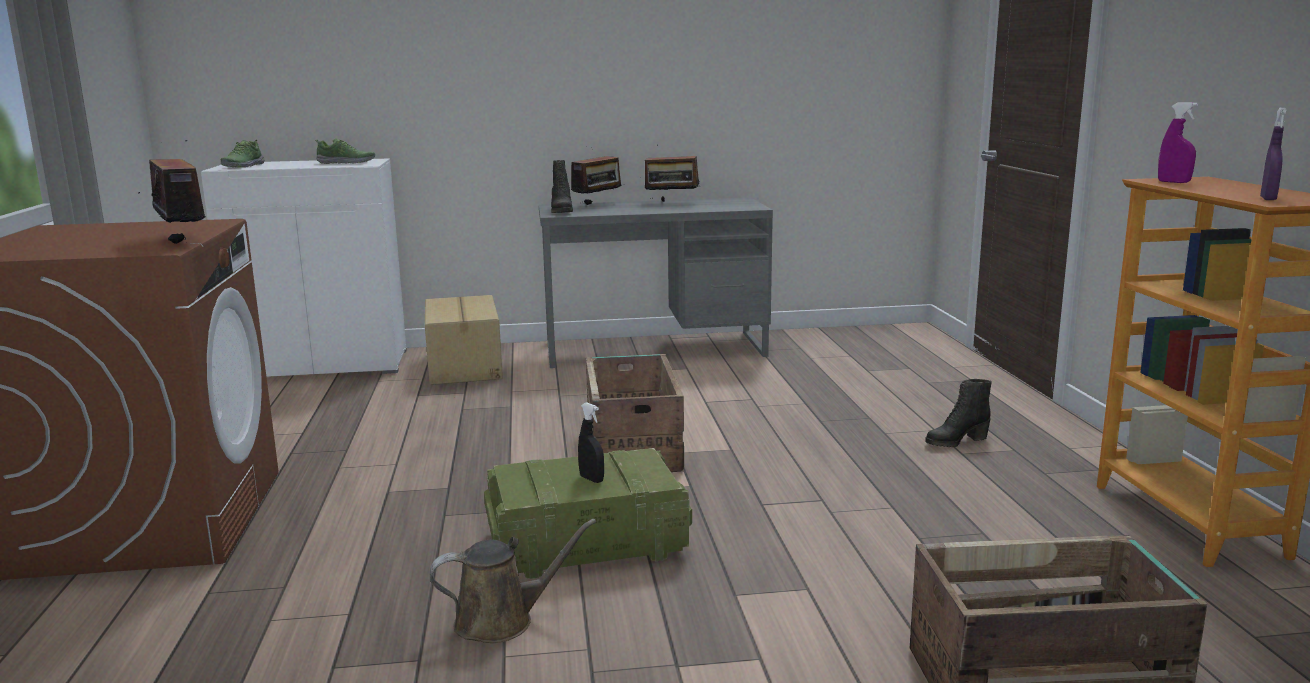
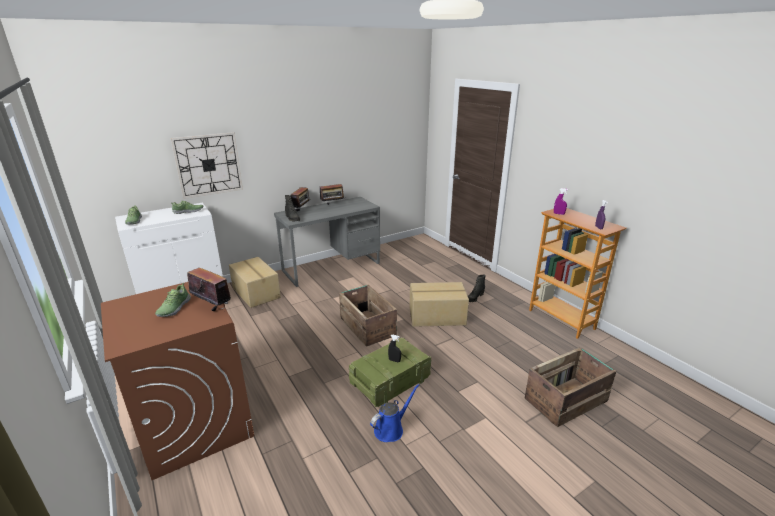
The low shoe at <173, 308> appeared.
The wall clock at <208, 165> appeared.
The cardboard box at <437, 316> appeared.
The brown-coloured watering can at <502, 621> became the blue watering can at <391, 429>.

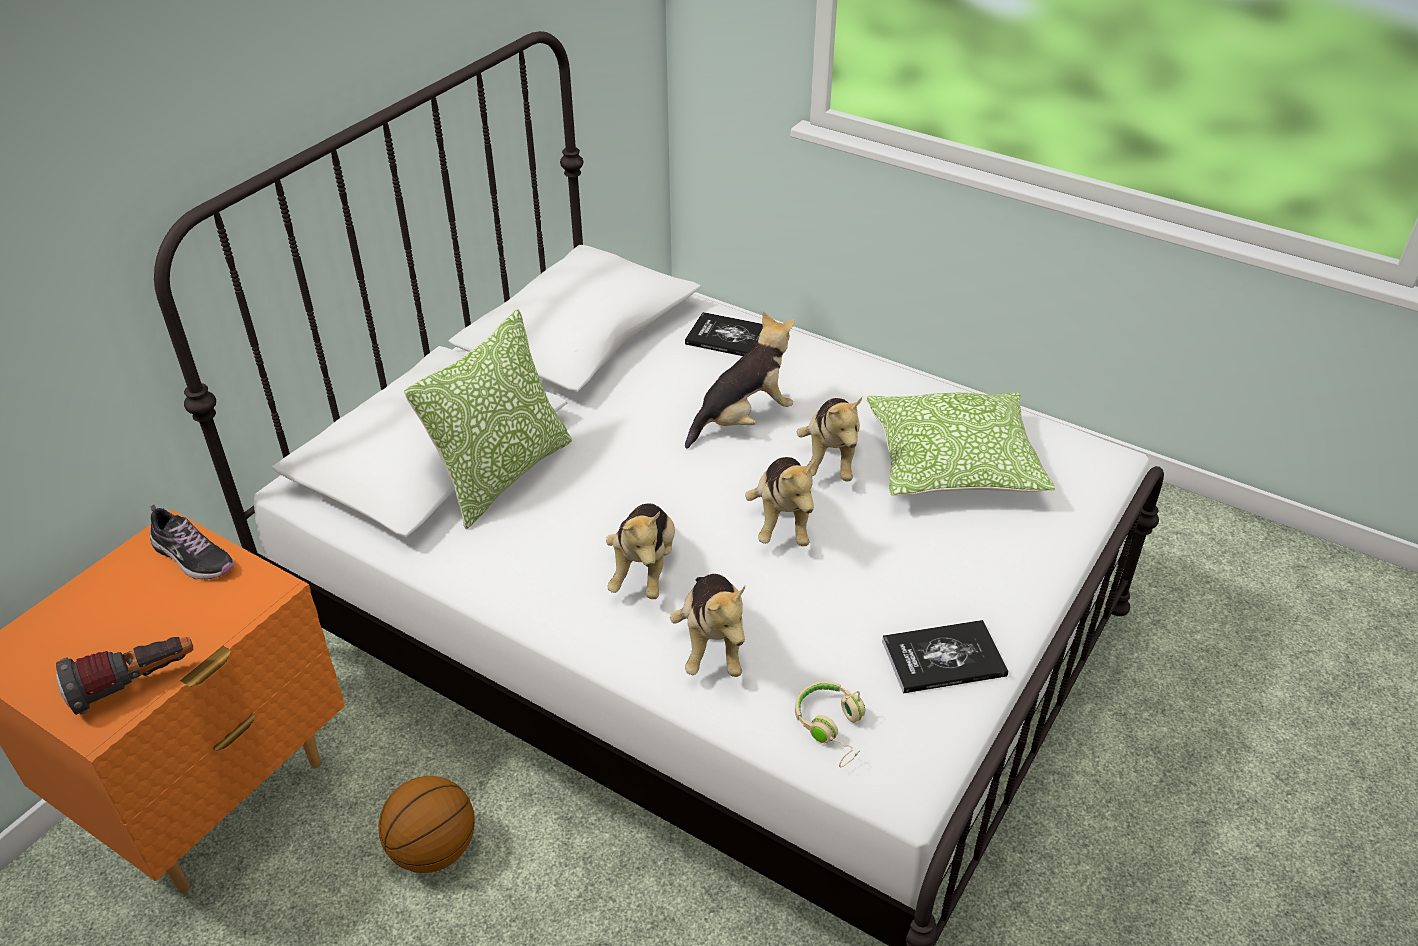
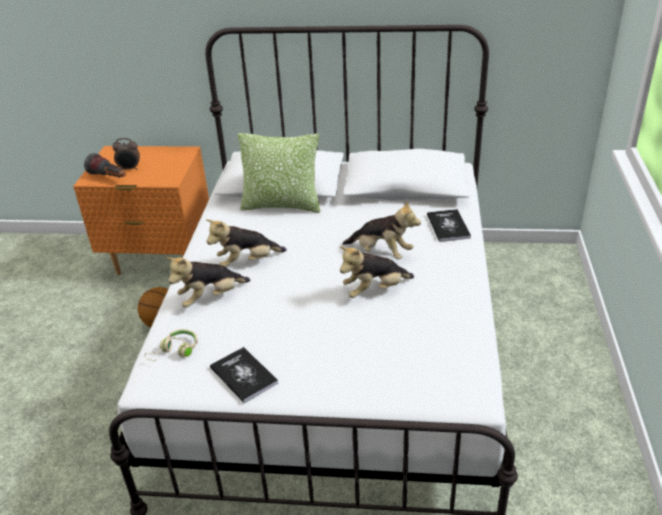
The low shoe at <193, 557> disappeared.
The soft toy at <782, 521> disappeared.
The pillow at <953, 464> disappeared.
The table clock at <129, 169> appeared.

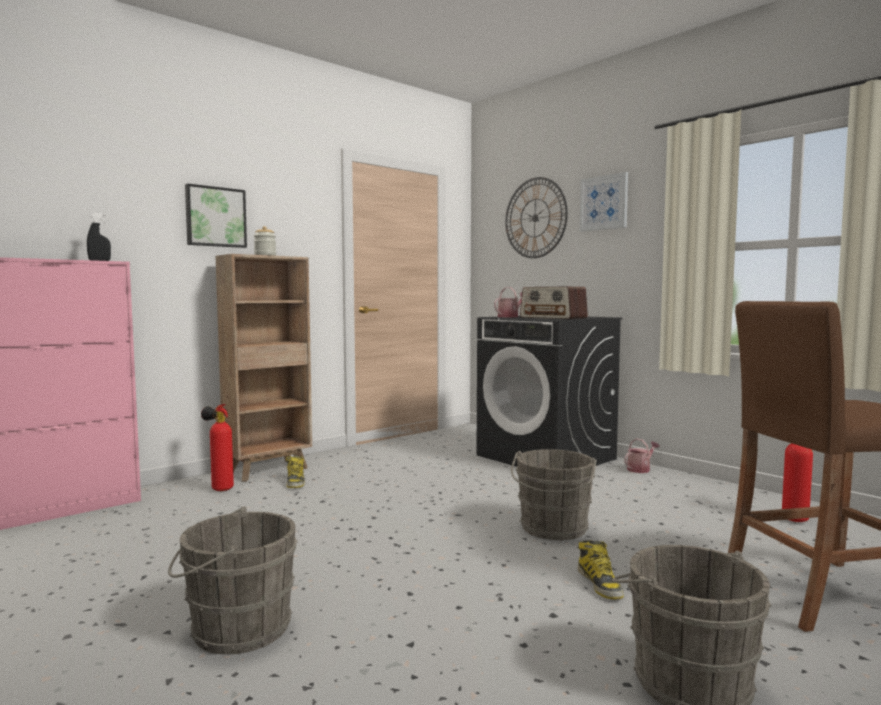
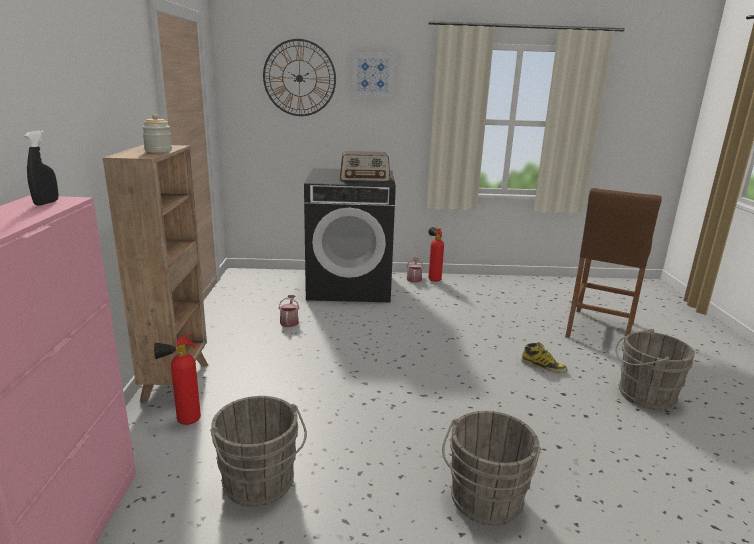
The wall art at <215, 217> disappeared.
The high-top boot at <295, 482> disappeared.
The watering can moved from <510, 317> to <289, 321>.
The grey bucket moved from <553, 529> to <260, 485>.
The fire-fighting cylinder moved from <795, 518> to <433, 279>.

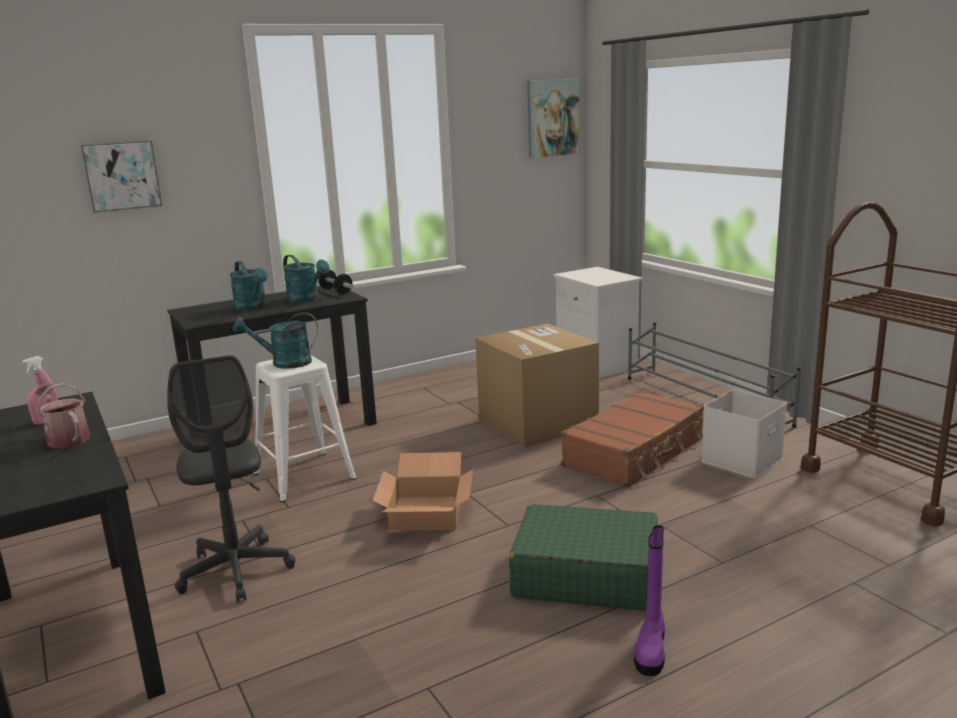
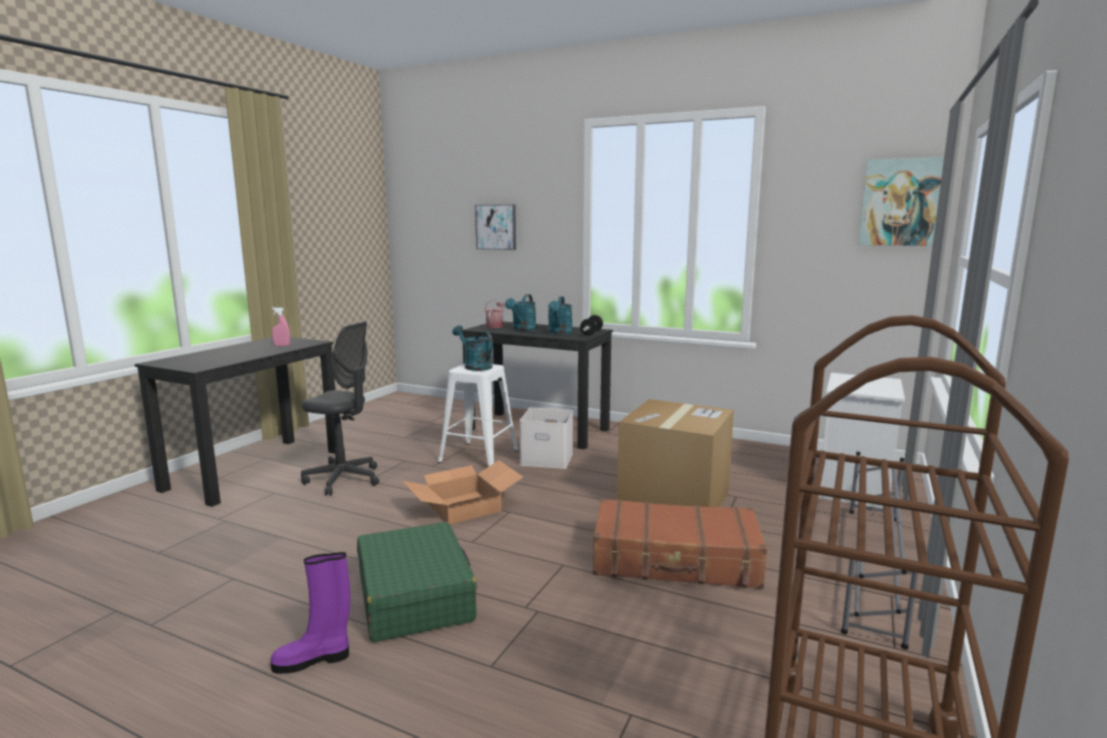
The watering can moved from <66, 438> to <495, 325>.
The white-coloured storage bin moved from <741, 458> to <548, 458>.
The grey desk chair at <236, 571> turned 105 degrees counterclockwise.

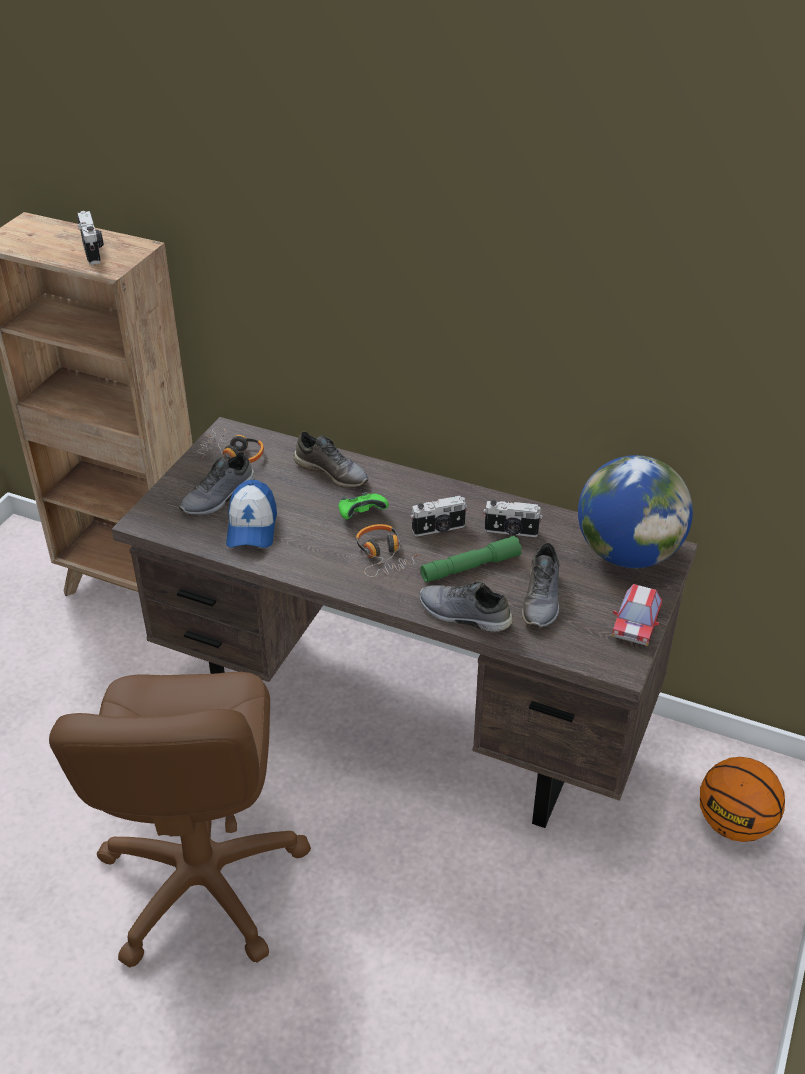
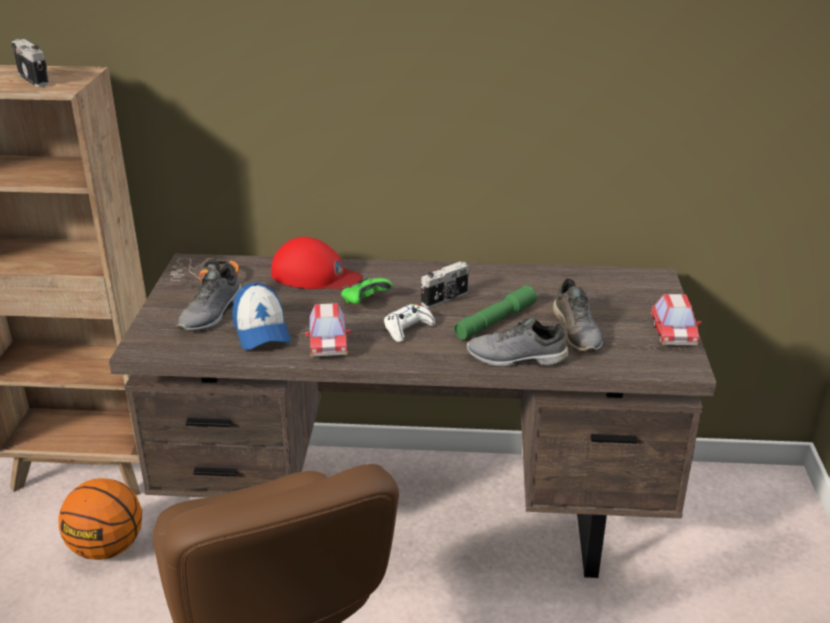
The still camera at <511, 532> disappeared.
The desk globe at <627, 554> disappeared.
The toy car at <328, 345> appeared.
The basketball moved from <734, 824> to <107, 548>.
The grey low shoe at <332, 472> was replaced by the reddish peaked cap at <315, 275>.
The headphones at <383, 556> was replaced by the white-coloured game controller at <407, 328>.

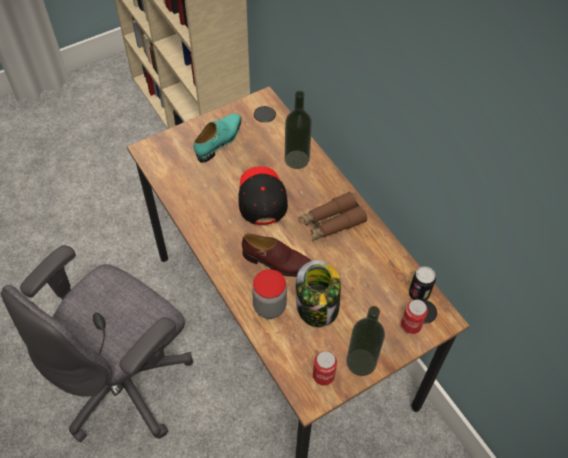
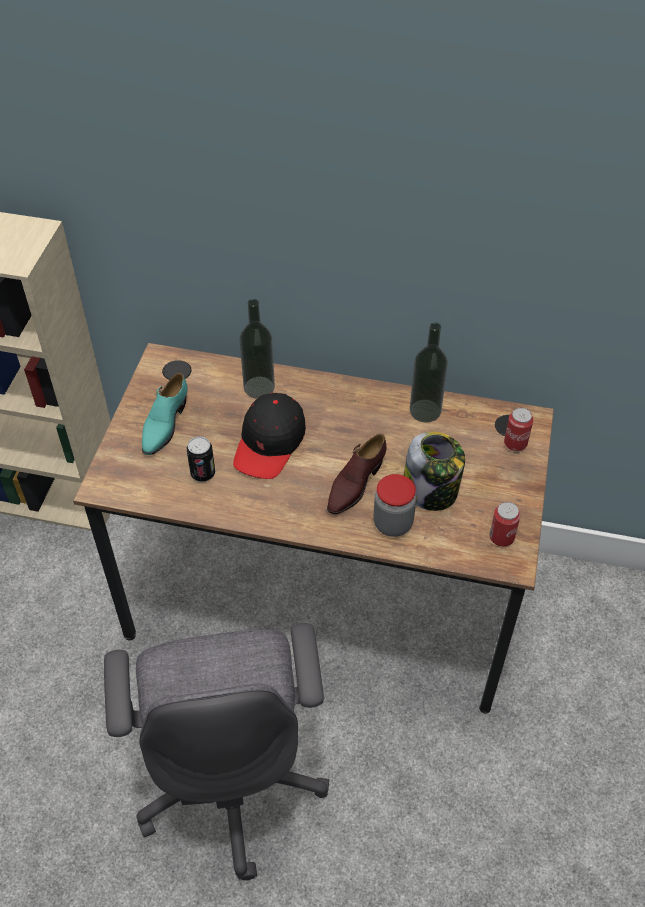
The brown-coloured binoculars at <331, 222> disappeared.
The beverage bottle moved from <361, 362> to <425, 410>.
The sealed can moved from <418, 294> to <203, 473>.
The turquoise-coloured low shoe at <219, 140> turned 150 degrees counterclockwise.
The black-coloured peaked cap at <261, 198> turned 105 degrees counterclockwise.
The brown-coloured low shoe at <278, 263> turned 150 degrees clockwise.

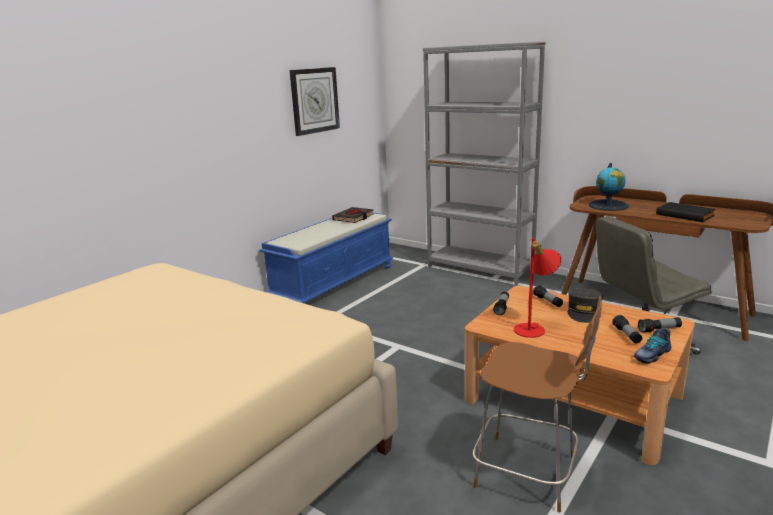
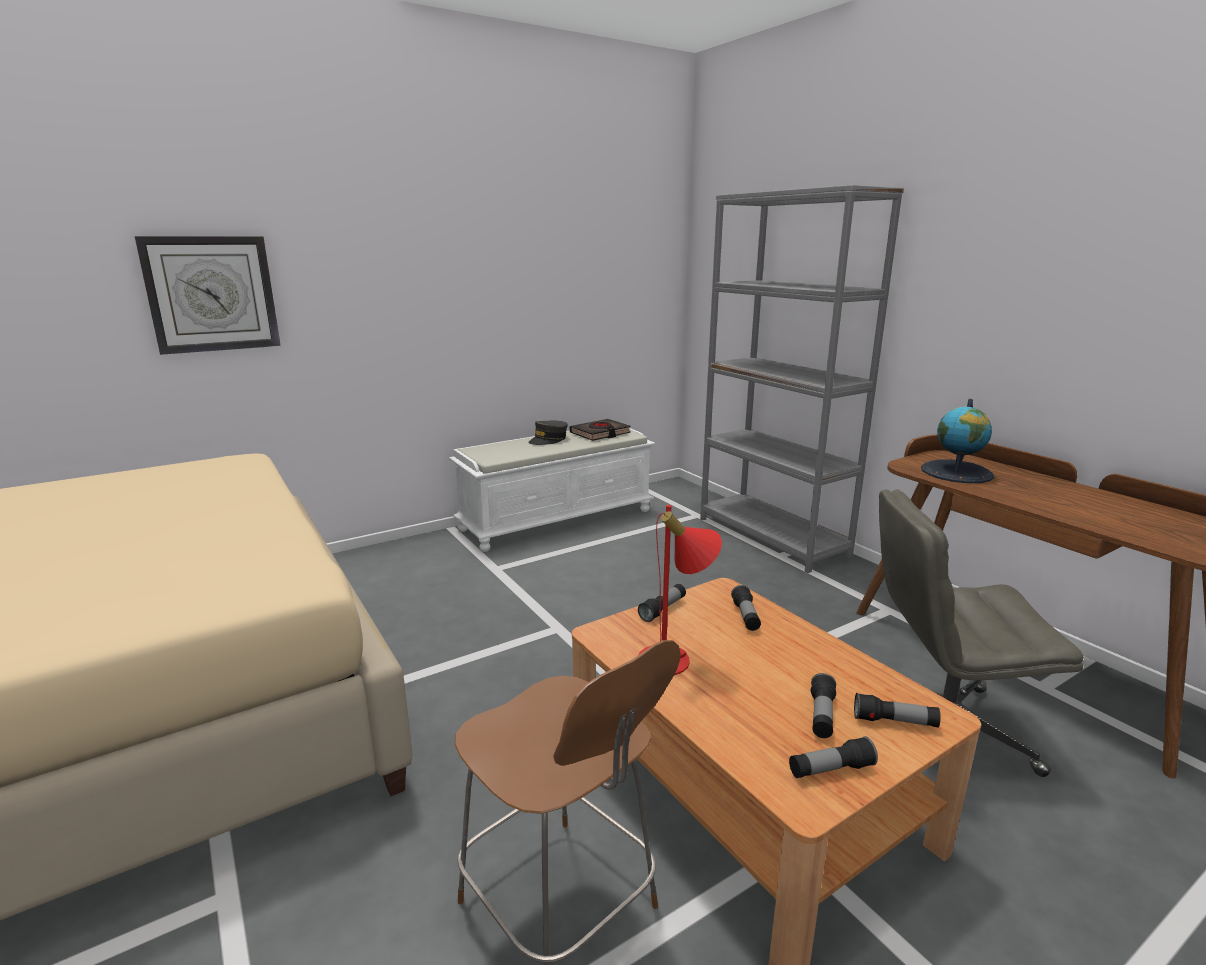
The black-coloured volume at <686, 215> disappeared.
The wall clock moved from <314, 100> to <211, 294>.
The grey peaked cap moved from <584, 312> to <548, 440>.
The low shoe at <651, 354> was replaced by the torch at <830, 769>.
The blue indoor bench at <334, 283> became the white-coloured indoor bench at <557, 519>.

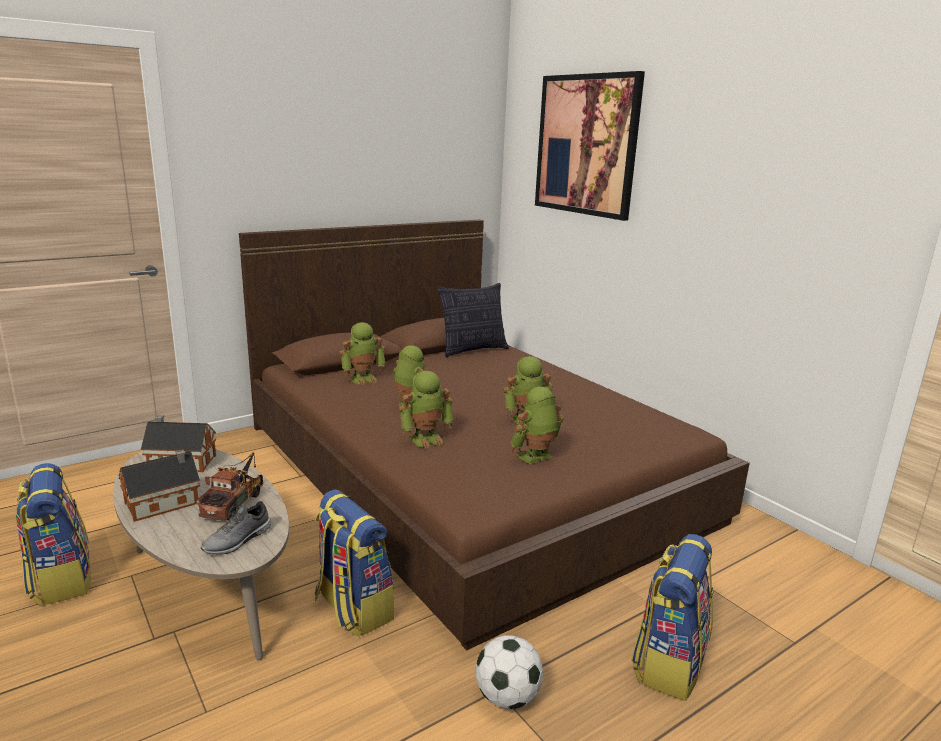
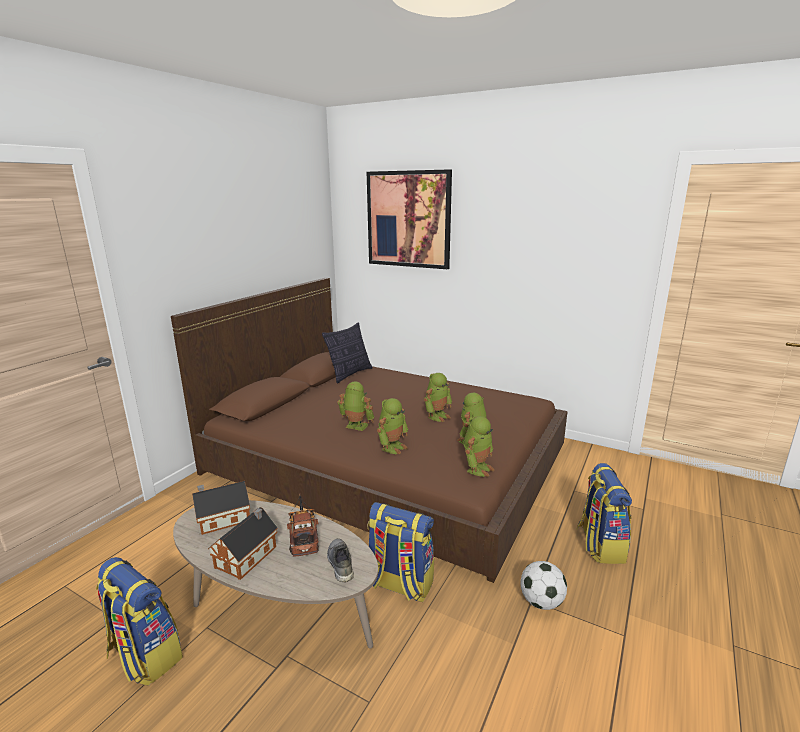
The toy robot moved from <363, 378> to <477, 468>.
The grey low shoe at <238, 540> turned 150 degrees clockwise.

